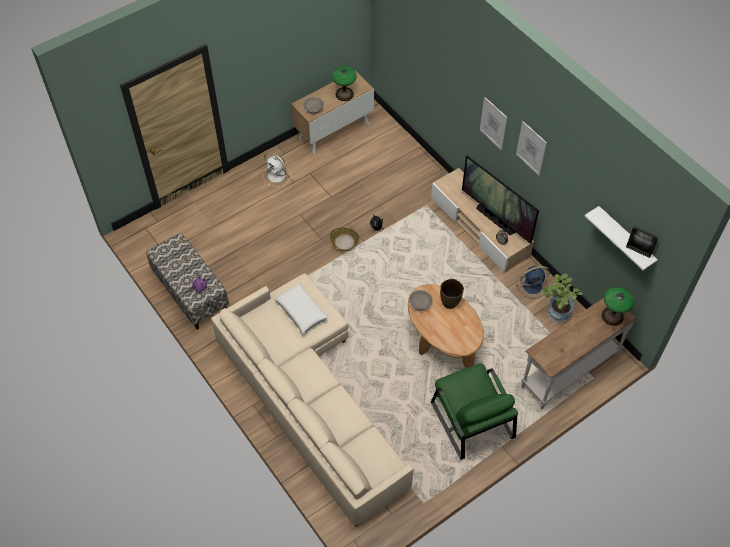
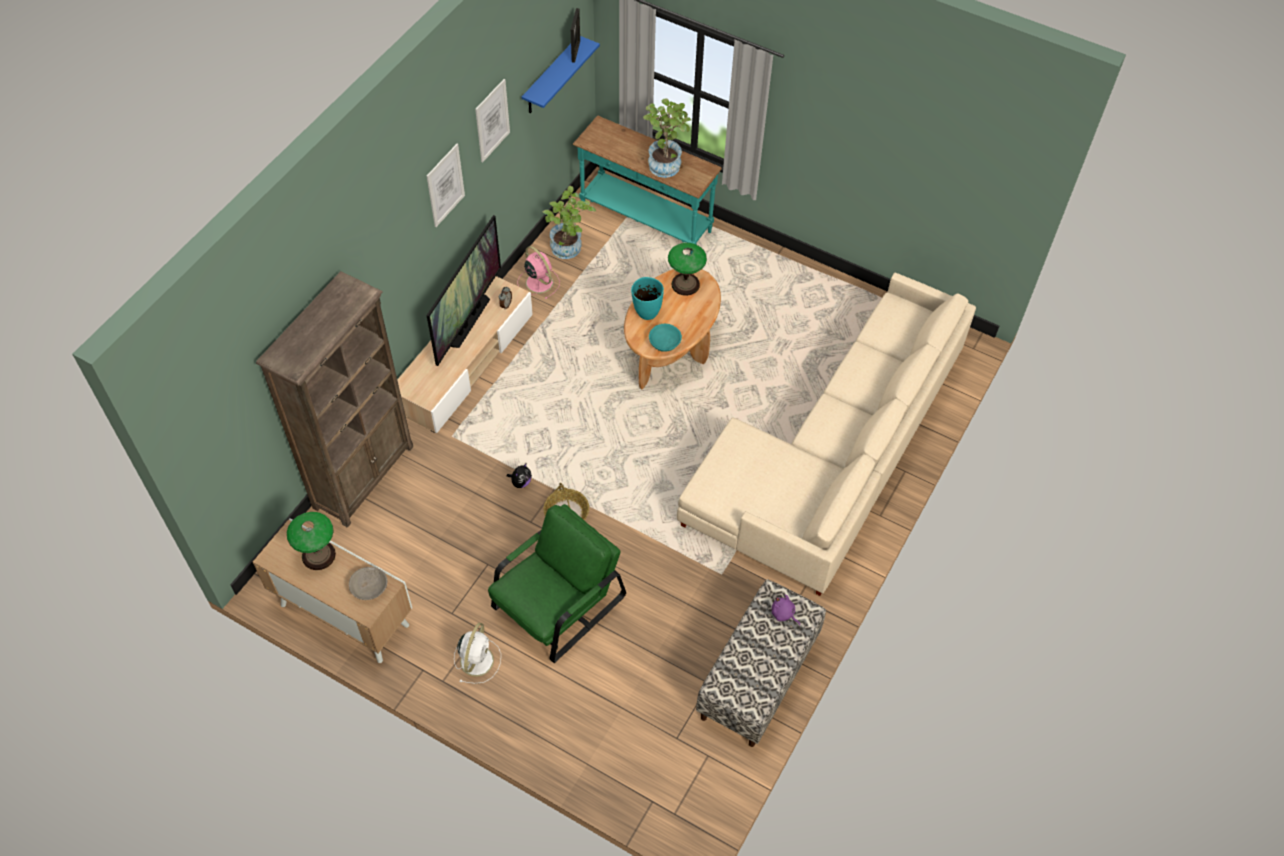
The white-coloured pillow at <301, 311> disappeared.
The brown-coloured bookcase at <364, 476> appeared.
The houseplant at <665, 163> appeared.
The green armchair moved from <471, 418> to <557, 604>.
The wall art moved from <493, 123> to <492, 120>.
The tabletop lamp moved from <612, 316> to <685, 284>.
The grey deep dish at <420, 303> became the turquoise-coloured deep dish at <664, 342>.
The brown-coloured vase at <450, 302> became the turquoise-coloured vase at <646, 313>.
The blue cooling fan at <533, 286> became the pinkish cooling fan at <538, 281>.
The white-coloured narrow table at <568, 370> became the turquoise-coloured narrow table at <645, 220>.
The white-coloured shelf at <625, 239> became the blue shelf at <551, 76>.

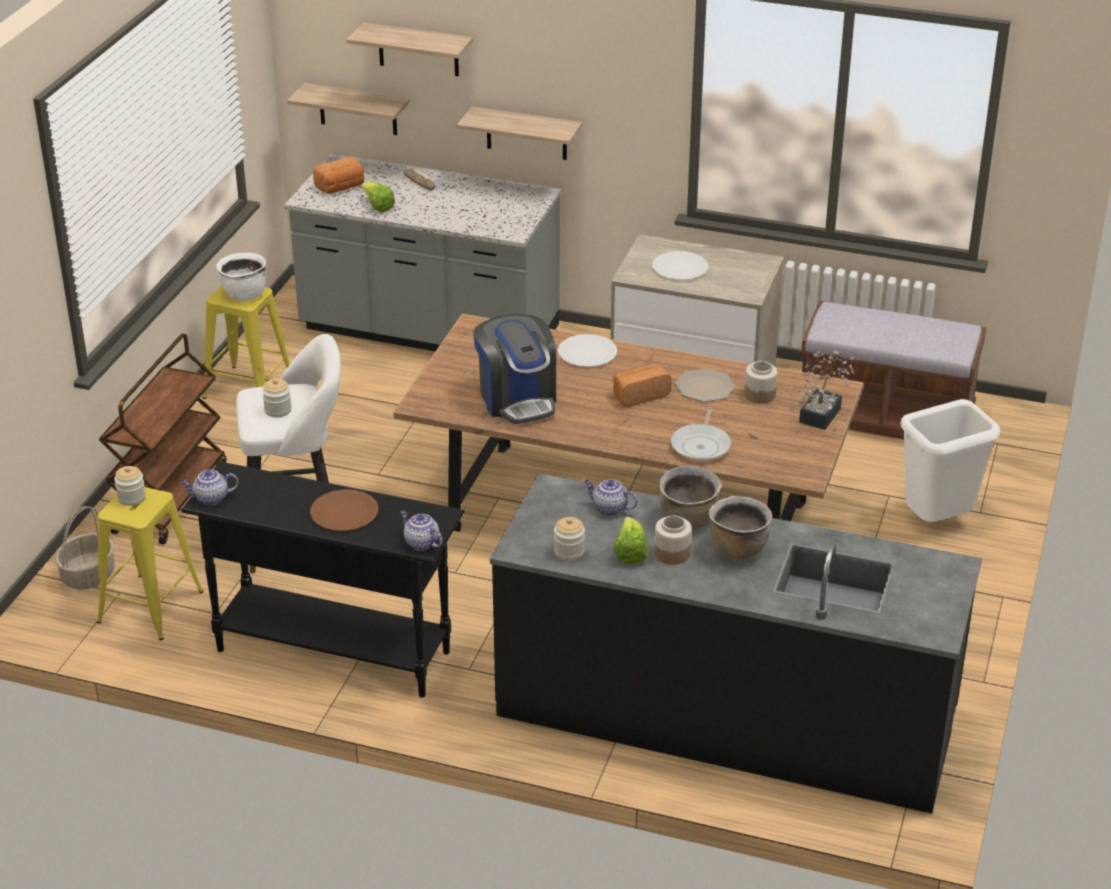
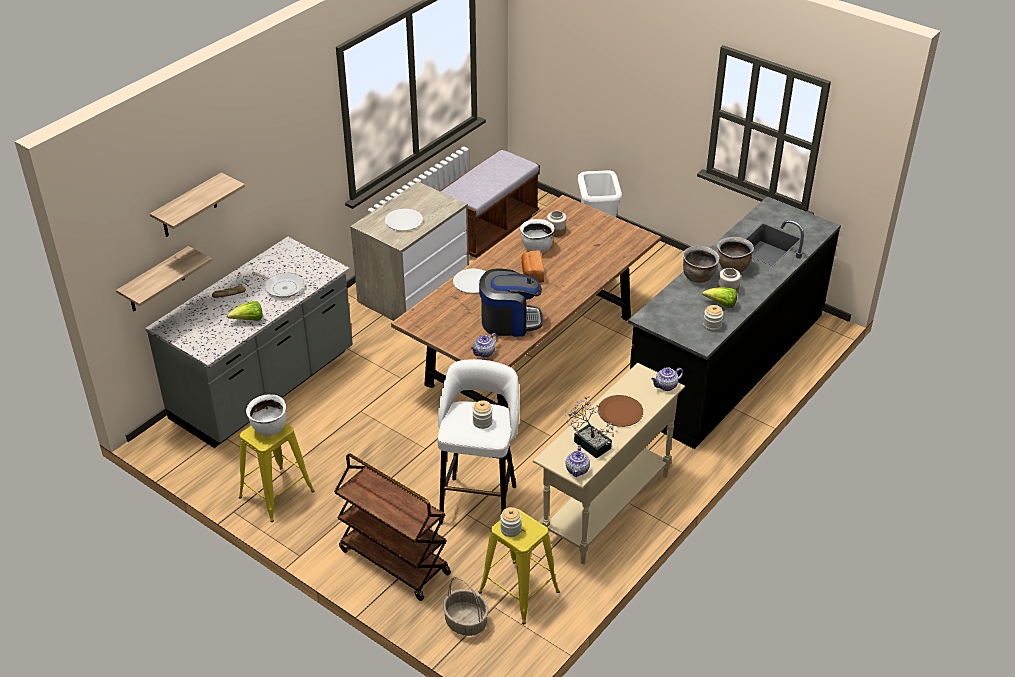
The bread at <341, 187> disappeared.
The shelf at <526, 133> disappeared.
The pot for tea moved from <609, 508> to <484, 353>.
The skillet moved from <701, 445> to <282, 287>.
The houseplant moved from <822, 412> to <589, 442>.
The plate at <704, 387> was replaced by the white-coloured stockpot at <536, 248>.
The black-coloured narrow table at <332, 650> became the beige narrow table at <605, 508>.

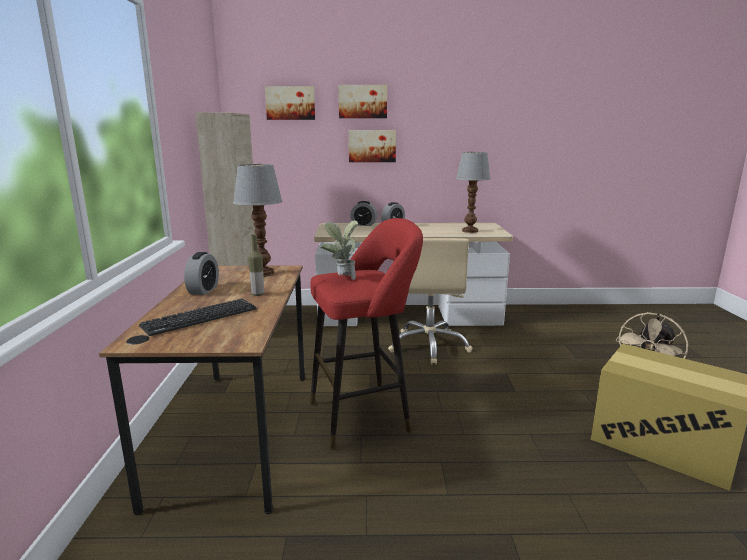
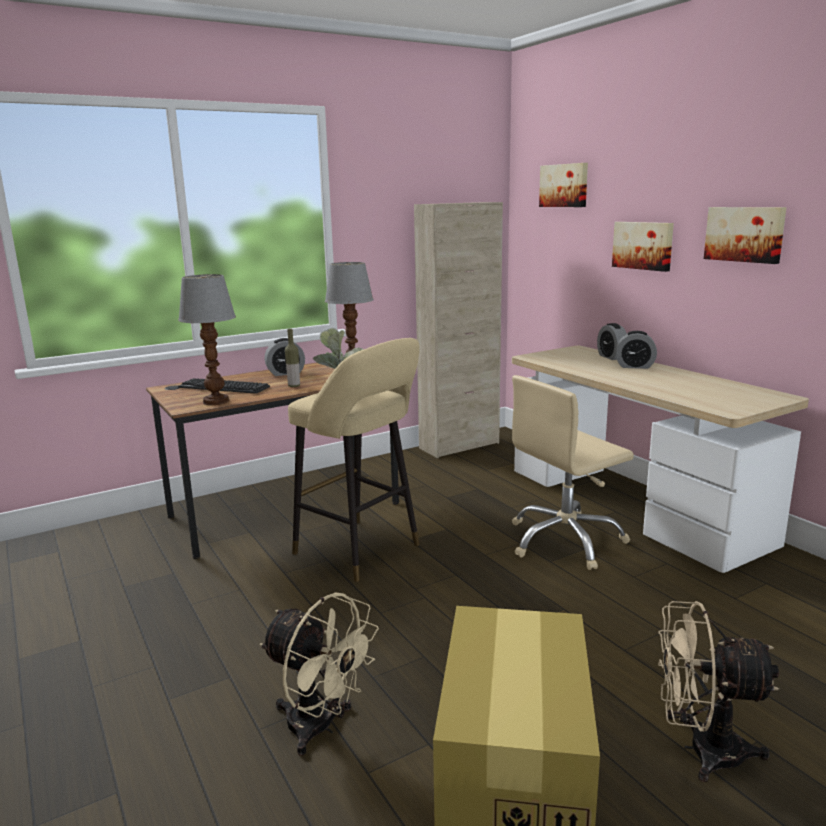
The beige cooling fan at <321, 727> appeared.
The wall art moved from <363, 101> to <745, 234>.
The tabletop lamp moved from <469, 231> to <217, 401>.
The reddish stool seat at <364, 415> became the beige stool seat at <362, 551>.

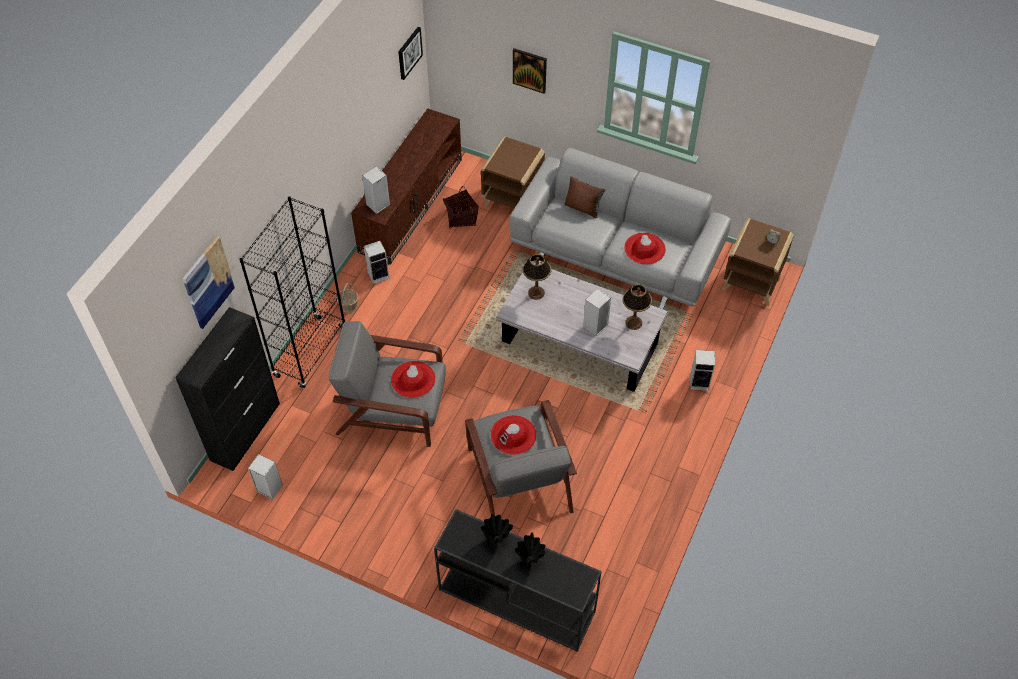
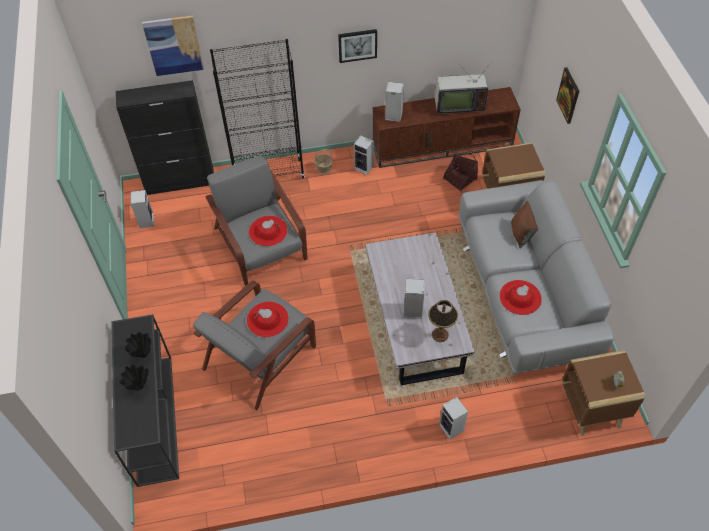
The tabletop lamp at <536, 293> disappeared.
The television at <458, 105> appeared.
The wall art moved from <409, 52> to <357, 45>.

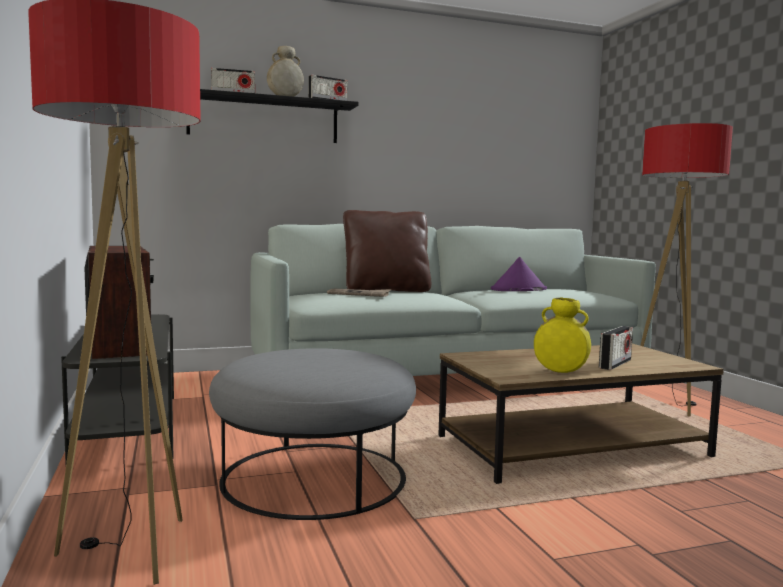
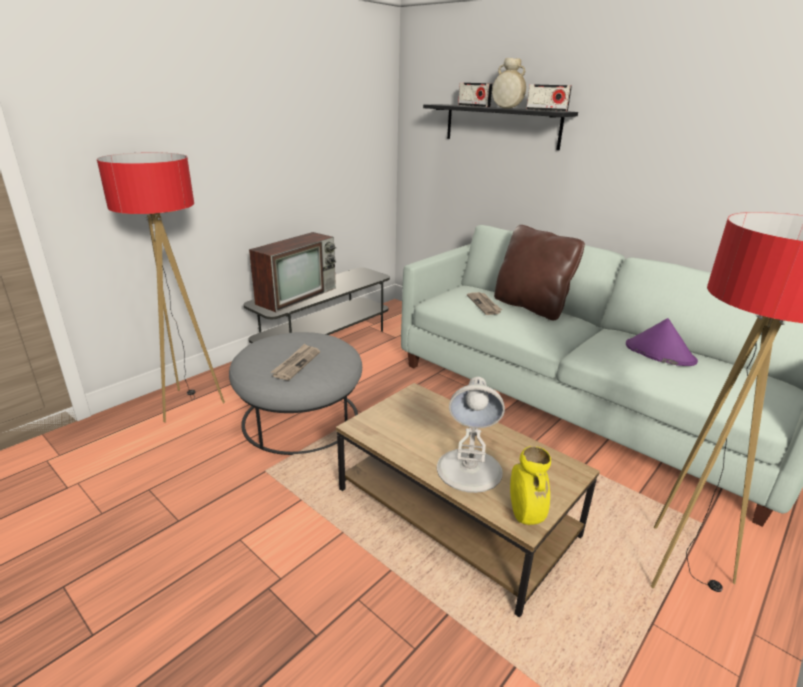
The newspaper at <296, 363> appeared.
The yellowish vase moved from <560, 372> to <524, 515>.
The radio set at <615, 364> was replaced by the white-coloured tabletop lamp at <469, 470>.

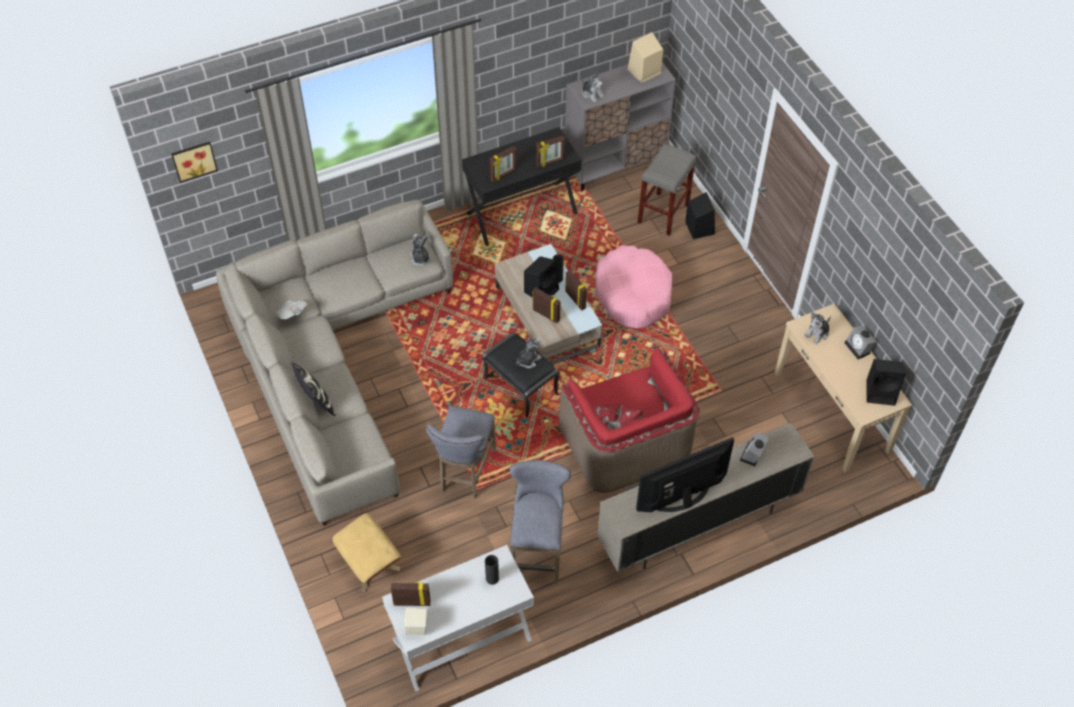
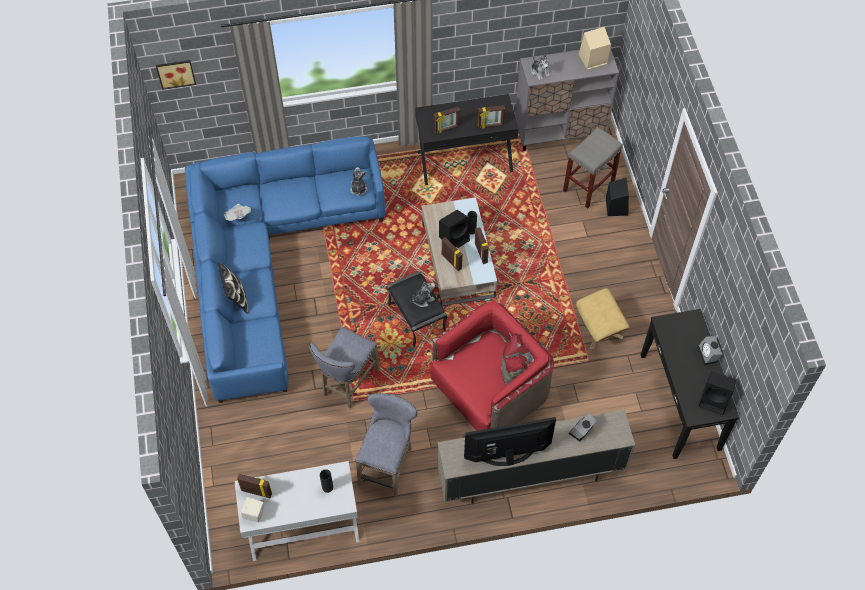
The pinkish dog cushion at <633, 294> disappeared.
The soft toy at <817, 333> disappeared.
The beige footrest moved from <370, 565> to <599, 329>.
The grey couch at <334, 361> became the blue couch at <268, 261>.
The beige narrow table at <832, 411> became the black-coloured narrow table at <680, 401>.
The reddish armchair at <624, 442> turned 120 degrees counterclockwise.

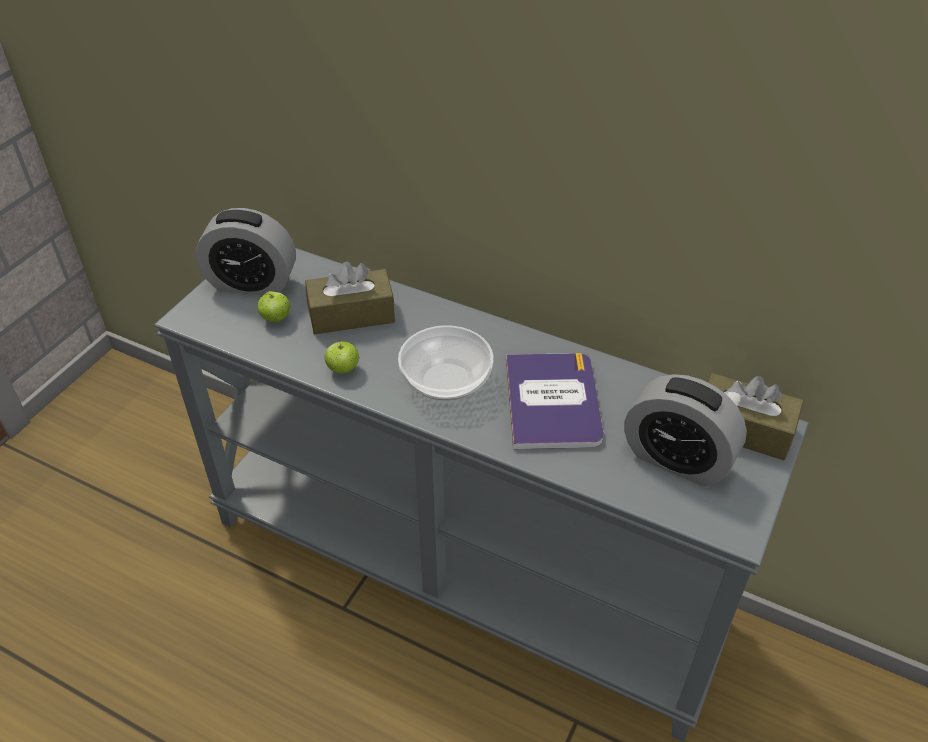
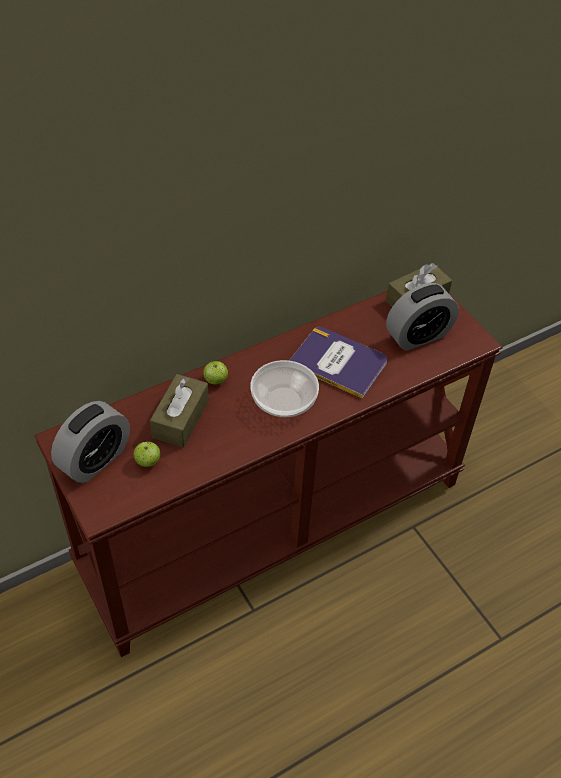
The whole apple moved from <343, 369> to <216, 381>.
The grey narrow table at <466, 567> became the brown-coloured narrow table at <273, 523>.

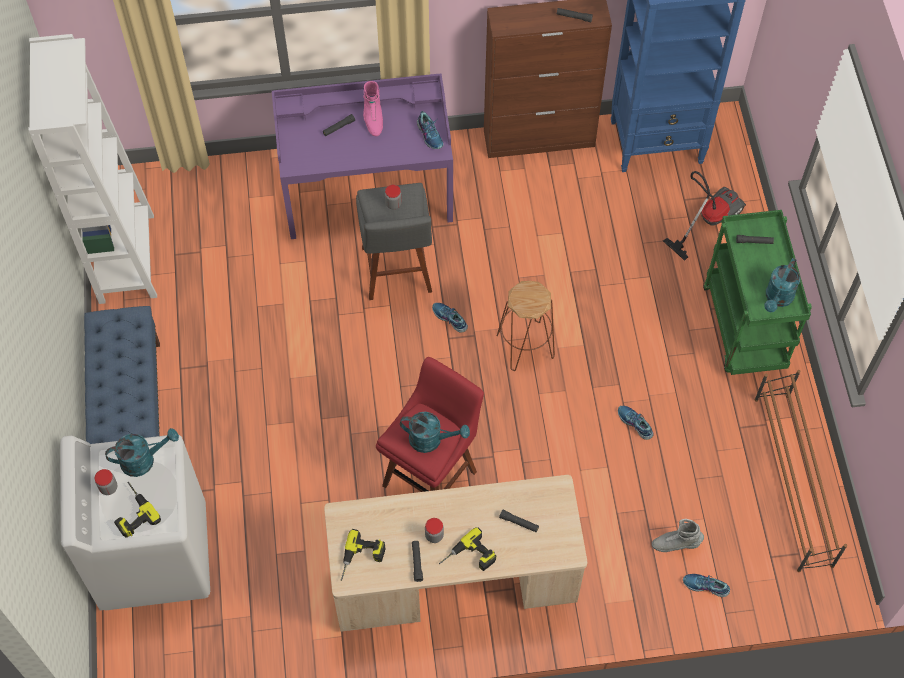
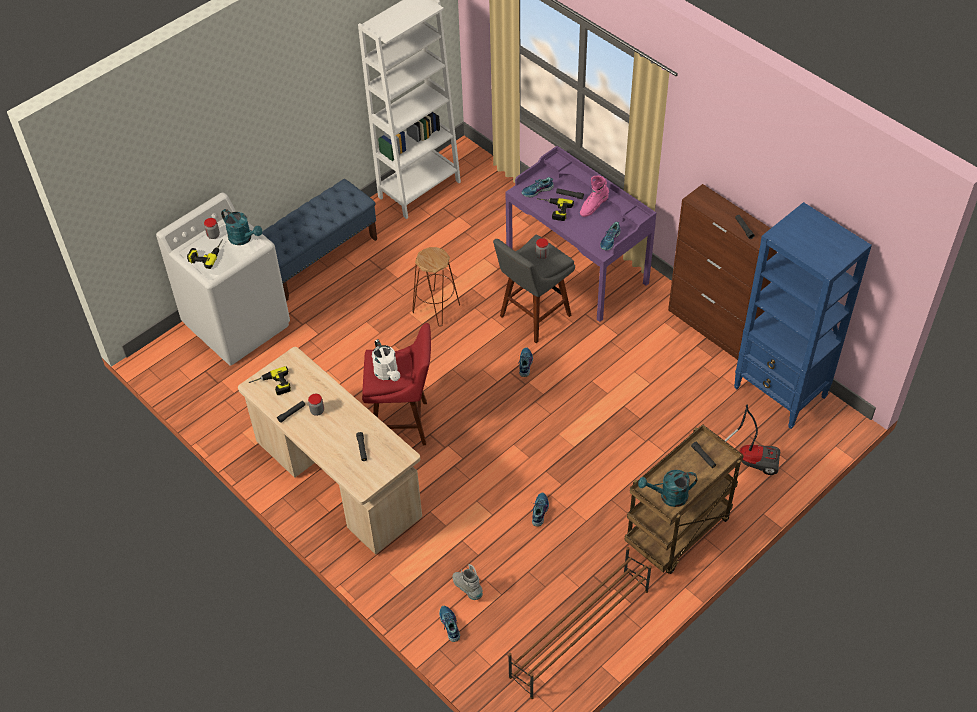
The low shoe at <537, 191> appeared.
The drill moved from <468, 558> to <553, 210>.
The brown-coloured stool seat moved from <524, 346> to <435, 308>.
The turquoise-coloured watering can at <431, 440> became the white-coloured watering can at <387, 374>.
The green cart at <745, 329> became the brown-coloured cart at <677, 533>.

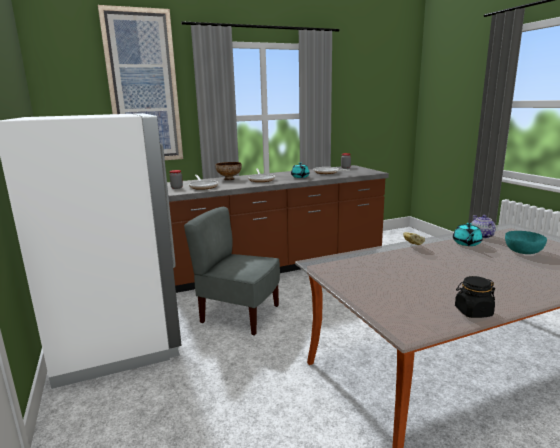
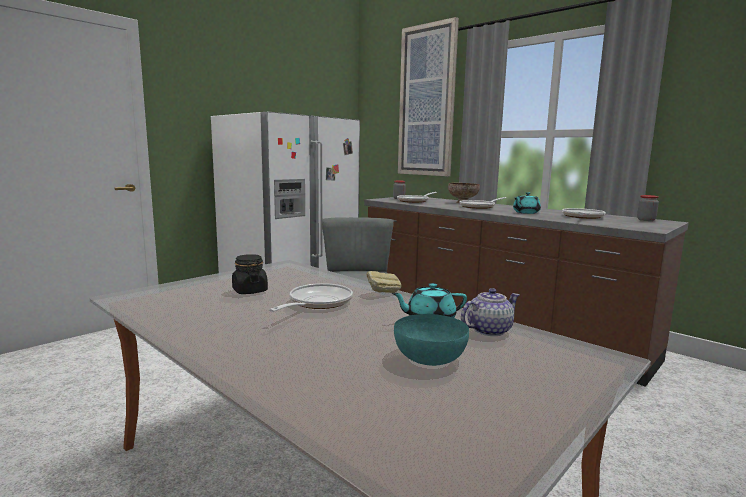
The skillet at <317, 303> appeared.
The black-coloured storage jar moved from <473, 312> to <249, 291>.

